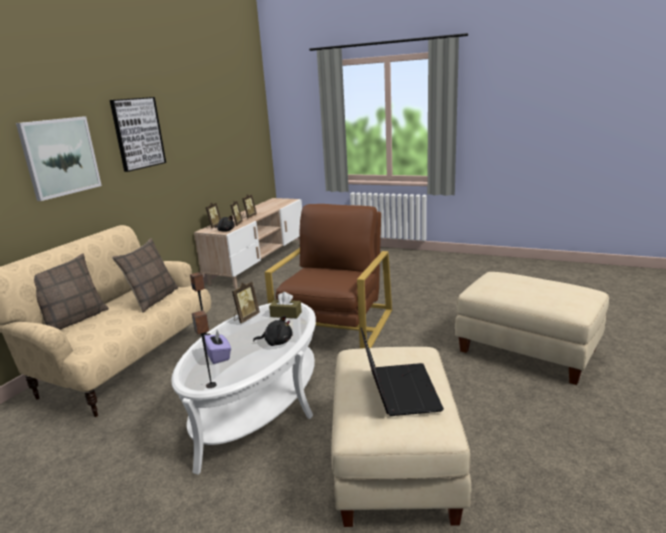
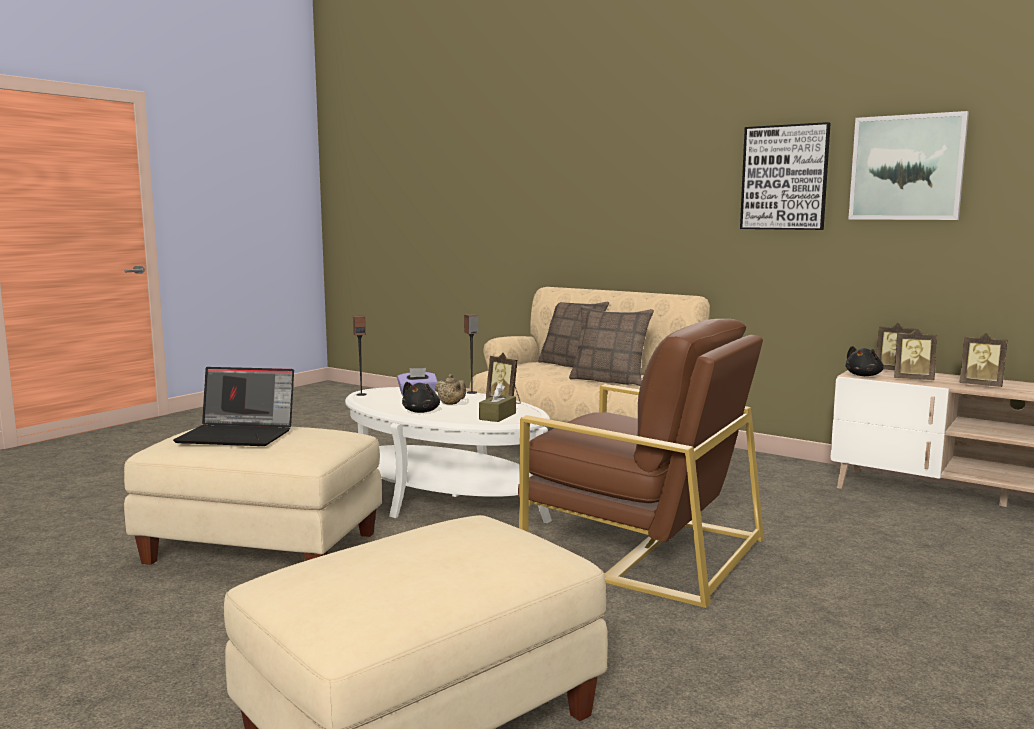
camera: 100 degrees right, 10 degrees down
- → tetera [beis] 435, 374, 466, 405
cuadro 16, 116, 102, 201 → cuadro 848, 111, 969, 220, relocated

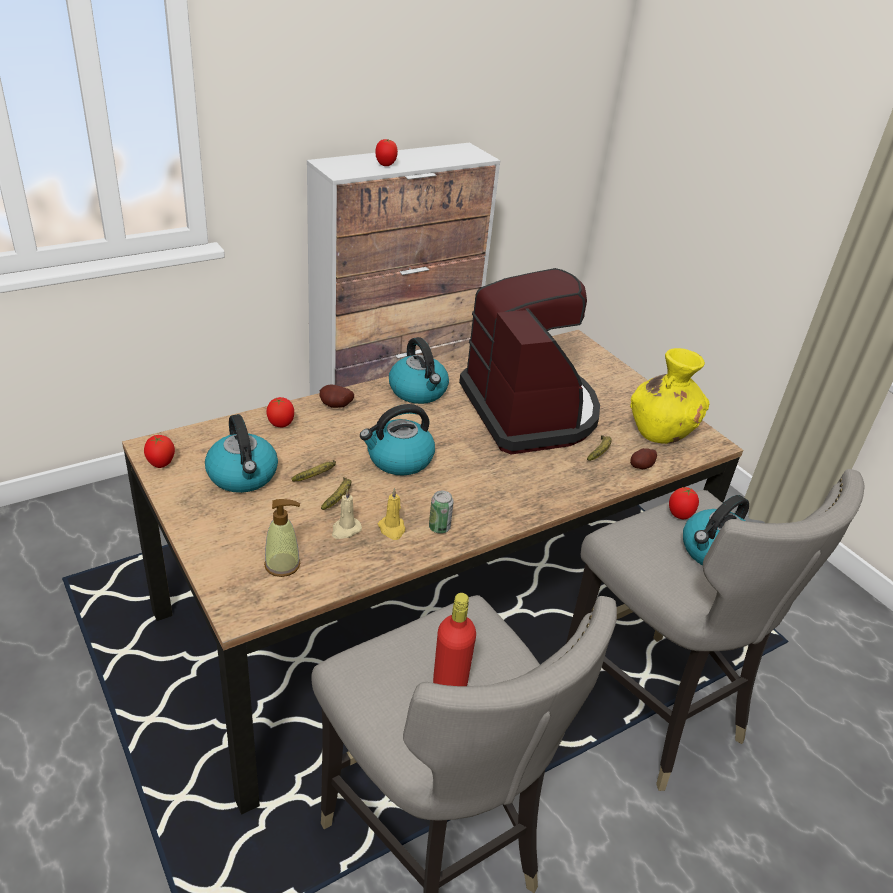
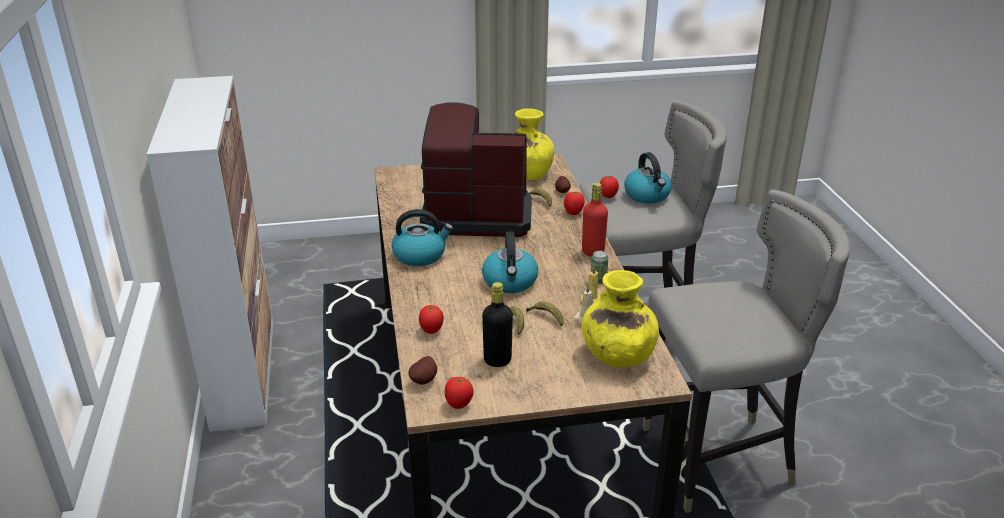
camera: 65 degrees left, 5 degrees down
patata 319, 384, 354, 408 → patata 408, 356, 437, 385, relocated
hervidor 205, 414, 278, 493 → botella [negro] 482, 282, 513, 367
tomate 375, 139, 398, 166 → tomate 564, 192, 585, 215, relocated
dispensador de jabón 264, 499, 300, 577 → florero [amarillo] 581, 270, 659, 368
botella [rojo] 433, 593, 476, 686 → botella [rojo] 582, 183, 608, 257, relocated

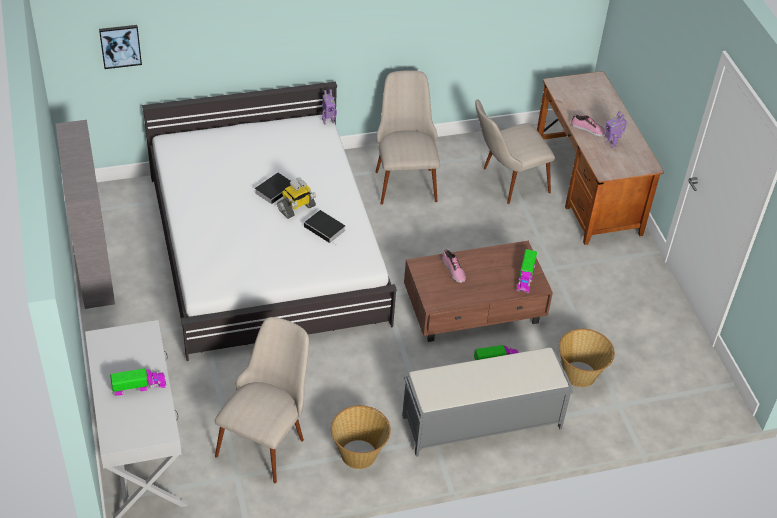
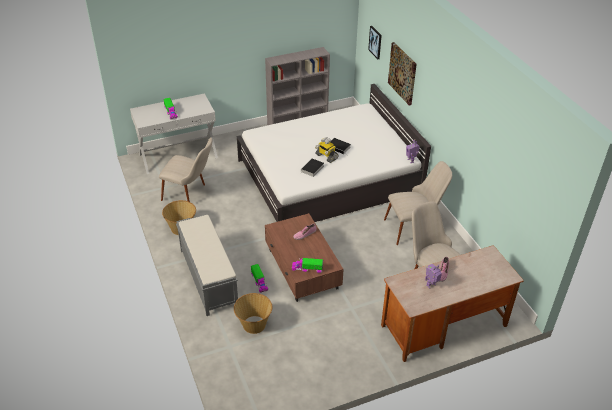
camera: 85 degrees right, 5 degrees down
- → cuadro 388, 42, 417, 105

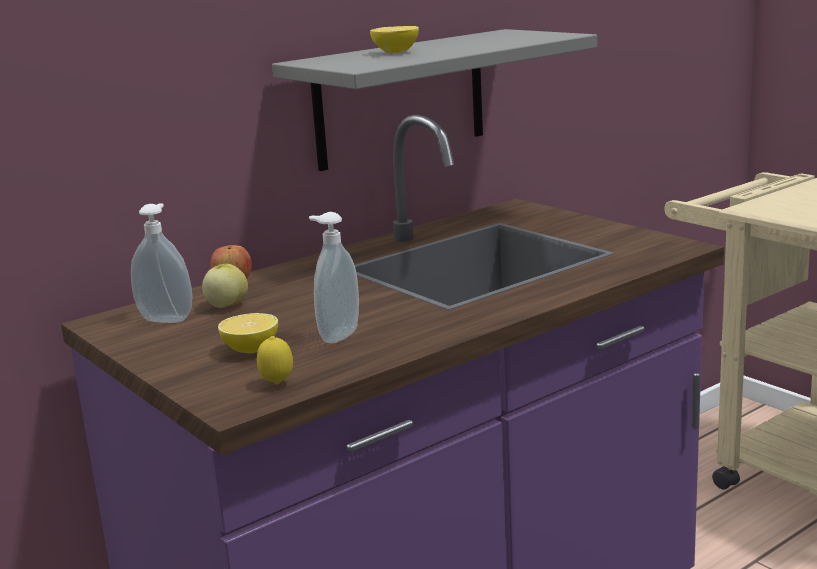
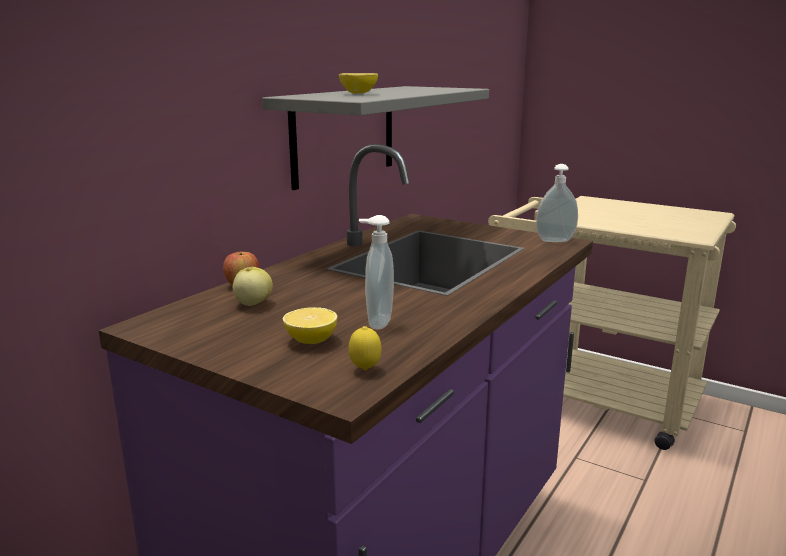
camera: 20 degrees left, 0 degrees up
dispensador de jabón 131, 204, 192, 323 → dispensador de jabón 536, 164, 578, 242, relocated

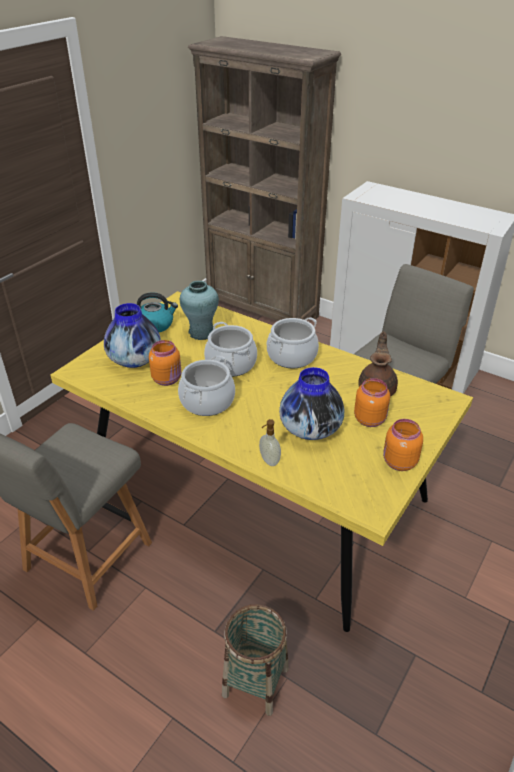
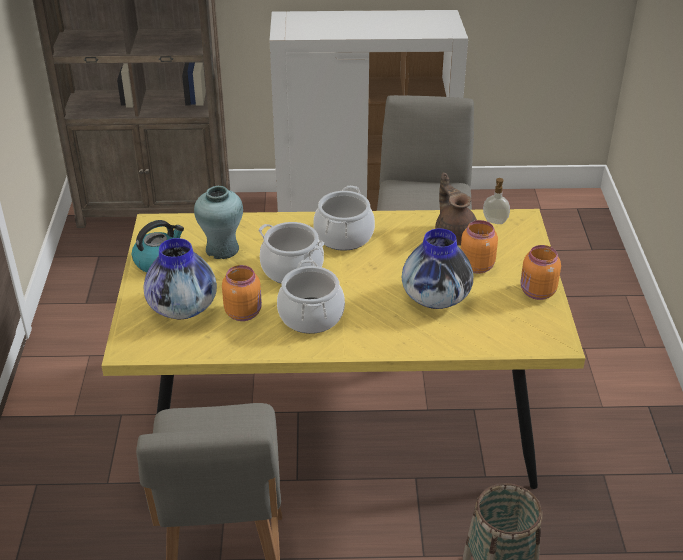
camera: 35 degrees left, 0 degrees up
dispensador de jabón 259, 419, 281, 466 → dispensador de jabón 483, 178, 510, 224, relocated

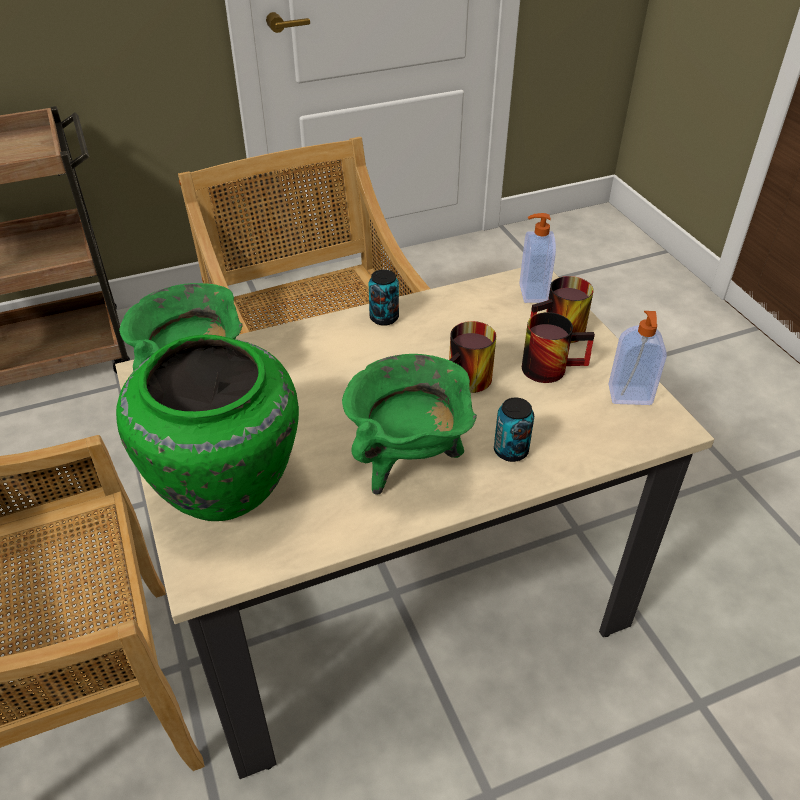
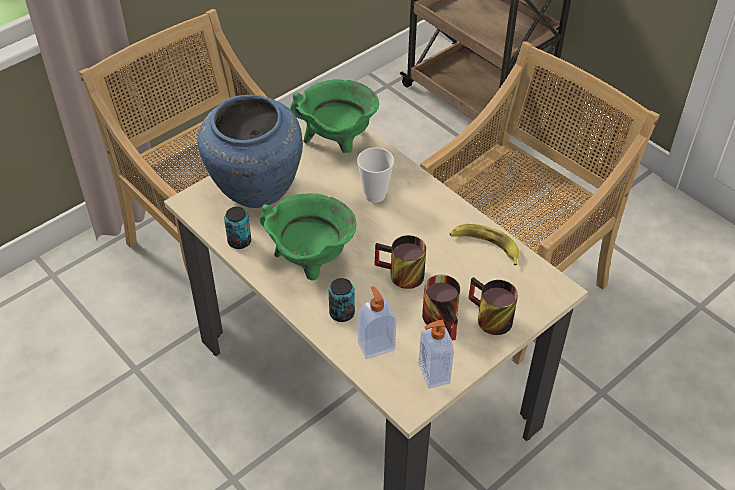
camera: 70 degrees right, 5 degrees up
florero [verde] 116, 335, 299, 521 → florero [azul] 198, 94, 303, 208
lata 369, 270, 399, 326 → lata 224, 207, 251, 249, relocated
- → taza 357, 147, 394, 203
dispensador de jabón 520, 213, 556, 303 → dispensador de jabón 358, 286, 397, 359, relocated
- → plátano 449, 224, 519, 265

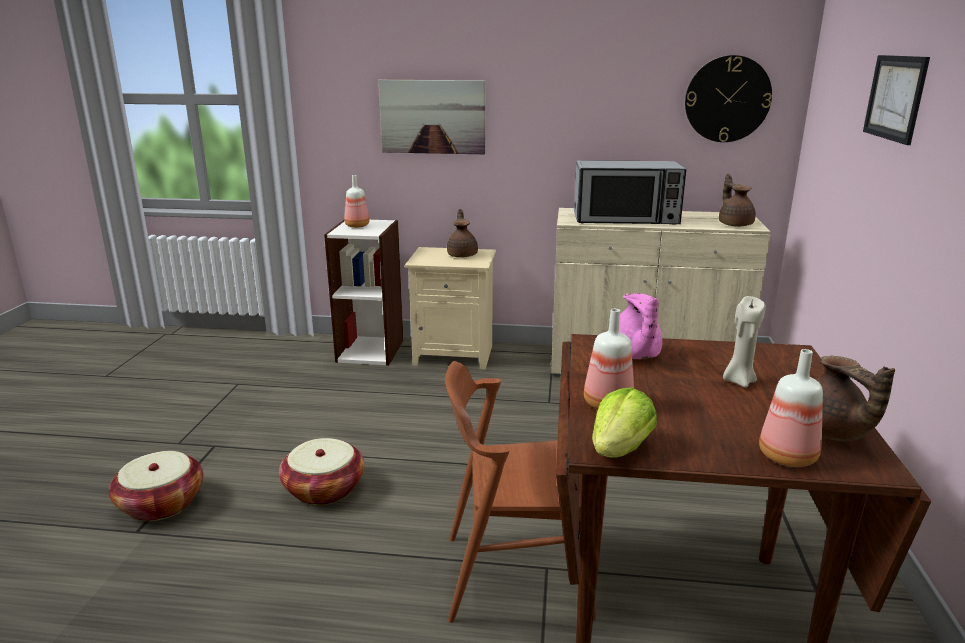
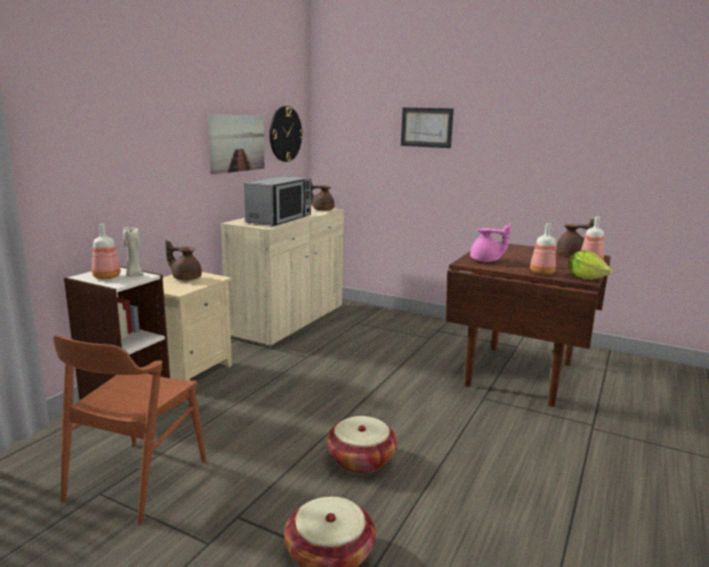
camera: 70 degrees left, 5 degrees down
silla [marrón] 445, 361, 596, 623 → silla [marrón] 53, 335, 206, 524, relocated
vela [beis] 723, 296, 766, 388 → vela [beis] 123, 227, 144, 277, relocated
cuadro 379, 80, 485, 154 → cuadro 208, 114, 264, 174, relocated

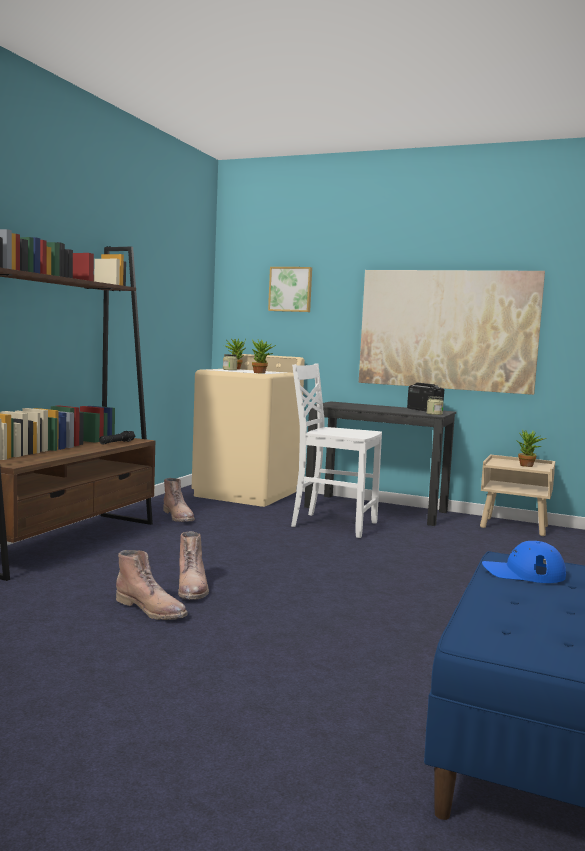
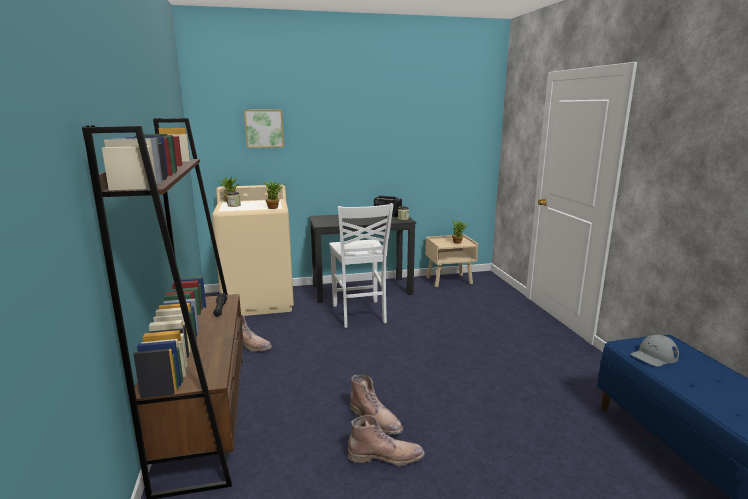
camera: 35 degrees left, 10 degrees up
silla [blanco] 291, 363, 382, 538 → silla [blanco] 329, 203, 394, 328, 90 degrees counterclockwise
gorra [azul] 482, 541, 566, 583 → gorra [gris] 631, 335, 679, 367
cuadro 359, 270, 545, 395 → -

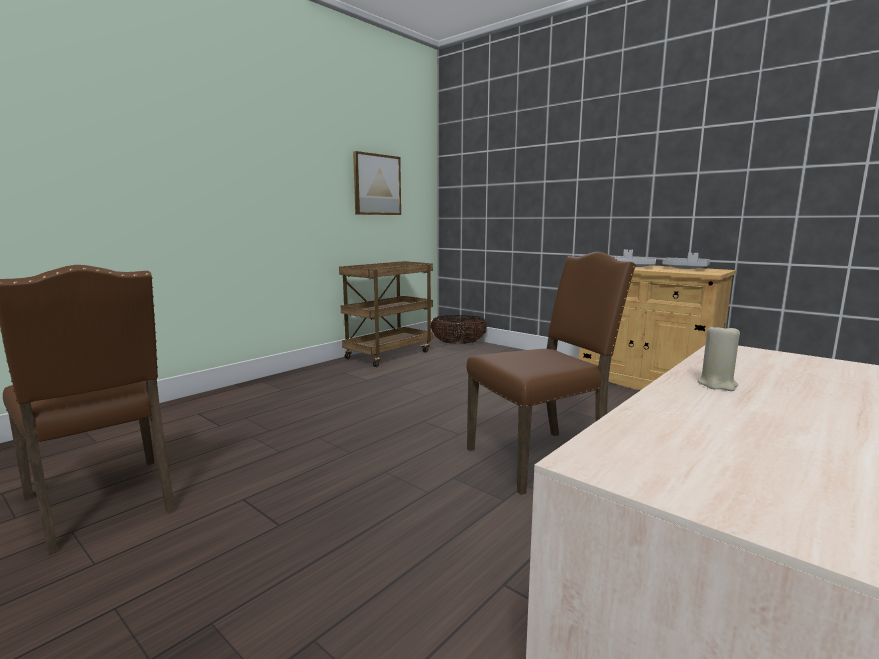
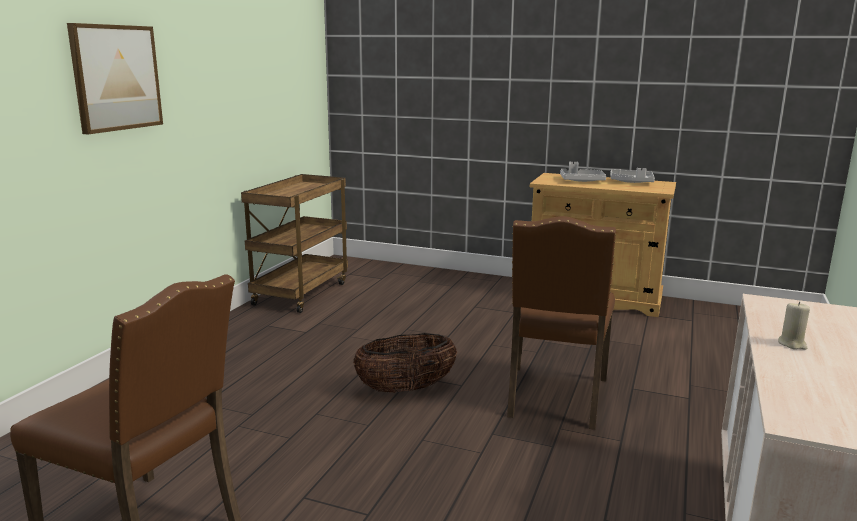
camera: 20 degrees left, 5 degrees up
cuadro 353, 151, 401, 215 → cuadro 67, 23, 163, 134, relocated
cesta 431, 315, 488, 344 → cesta 353, 333, 457, 393, relocated
silla [marrón] 466, 252, 636, 495 → silla [marrón] 507, 216, 616, 430, 150 degrees clockwise

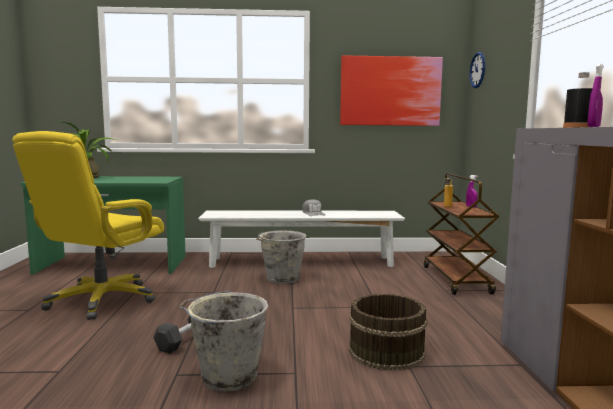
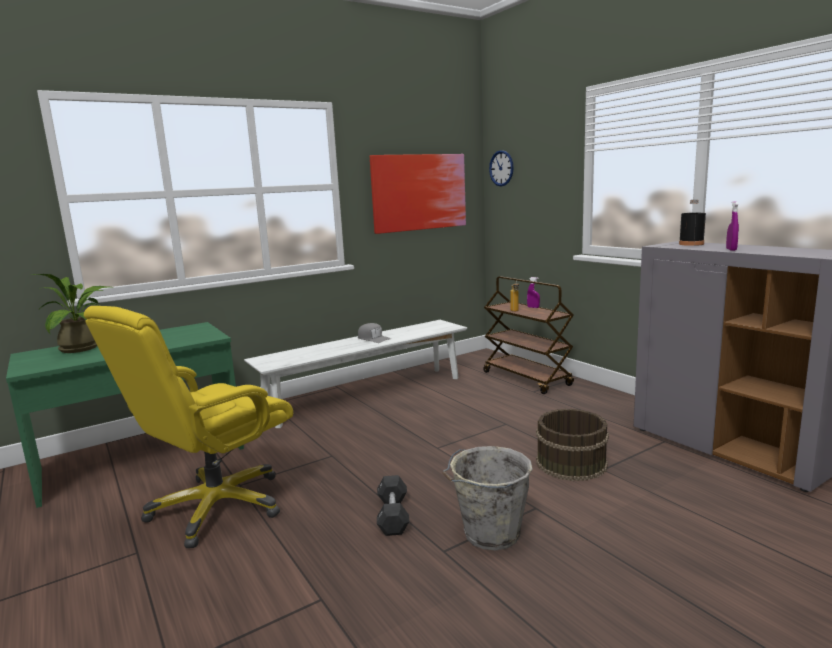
camera: 30 degrees left, 5 degrees up
silla de oficina [amarillo] 12, 131, 164, 320 → silla de oficina [amarillo] 84, 306, 293, 548, 45 degrees clockwise
cubo [gris] 256, 230, 306, 284 → -

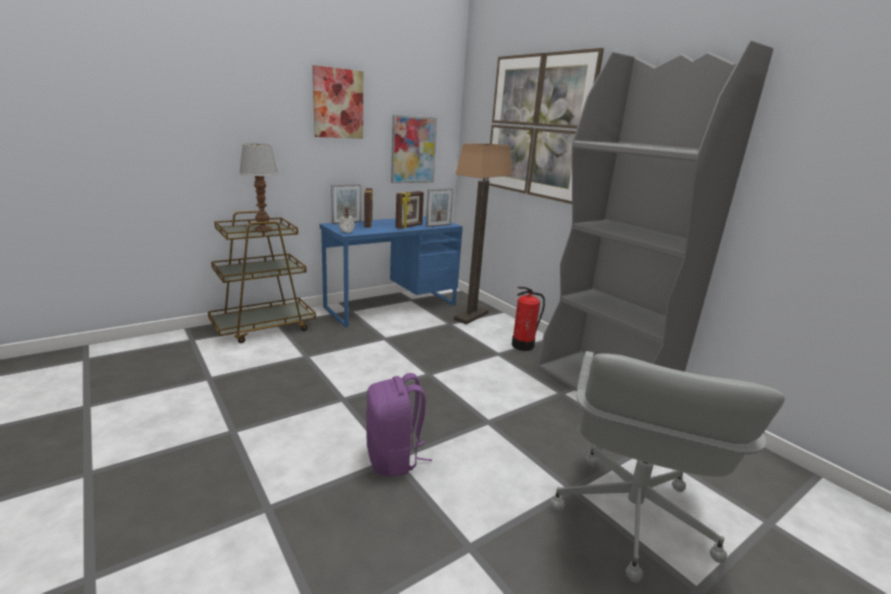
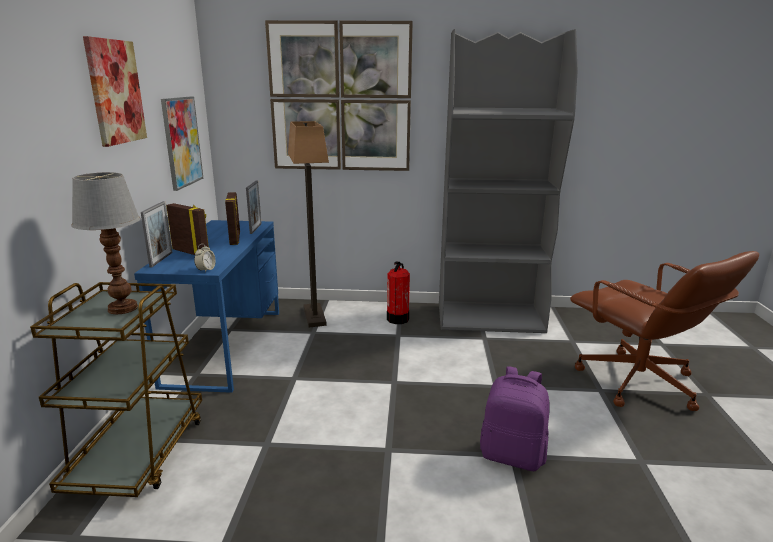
camera: 50 degrees left, 0 degrees up
silla de oficina [gris] 551, 351, 785, 583 → silla de oficina [marrón] 570, 251, 759, 411

